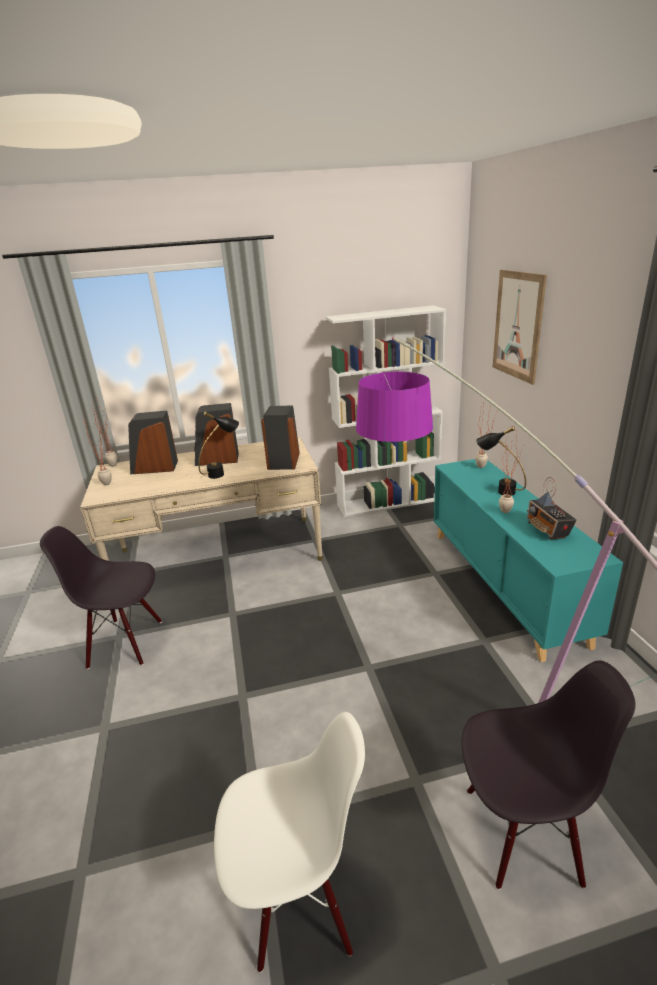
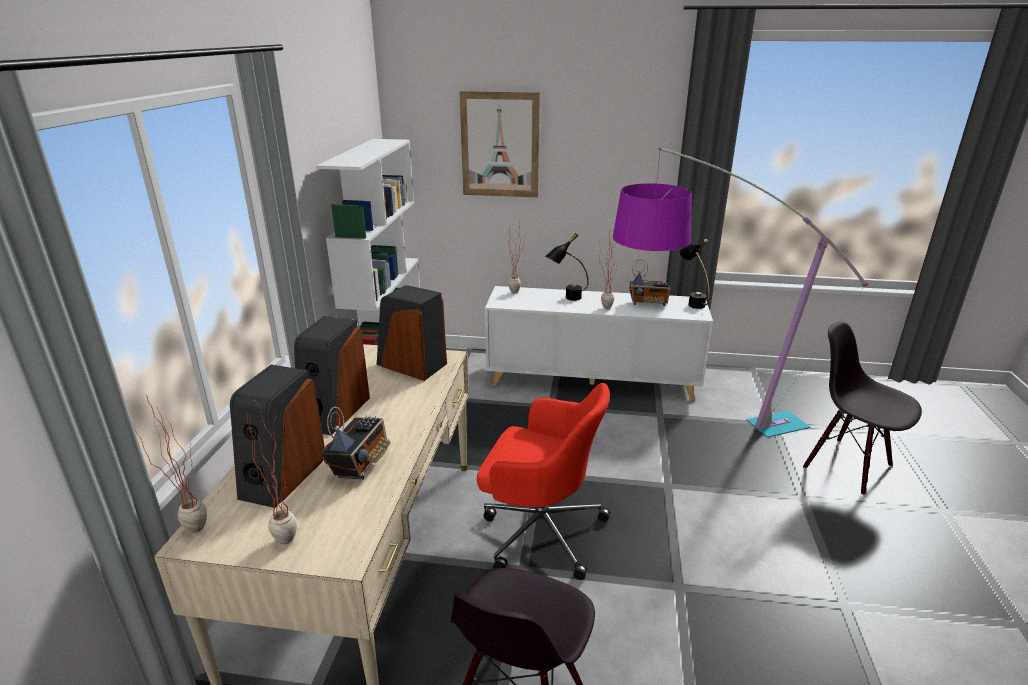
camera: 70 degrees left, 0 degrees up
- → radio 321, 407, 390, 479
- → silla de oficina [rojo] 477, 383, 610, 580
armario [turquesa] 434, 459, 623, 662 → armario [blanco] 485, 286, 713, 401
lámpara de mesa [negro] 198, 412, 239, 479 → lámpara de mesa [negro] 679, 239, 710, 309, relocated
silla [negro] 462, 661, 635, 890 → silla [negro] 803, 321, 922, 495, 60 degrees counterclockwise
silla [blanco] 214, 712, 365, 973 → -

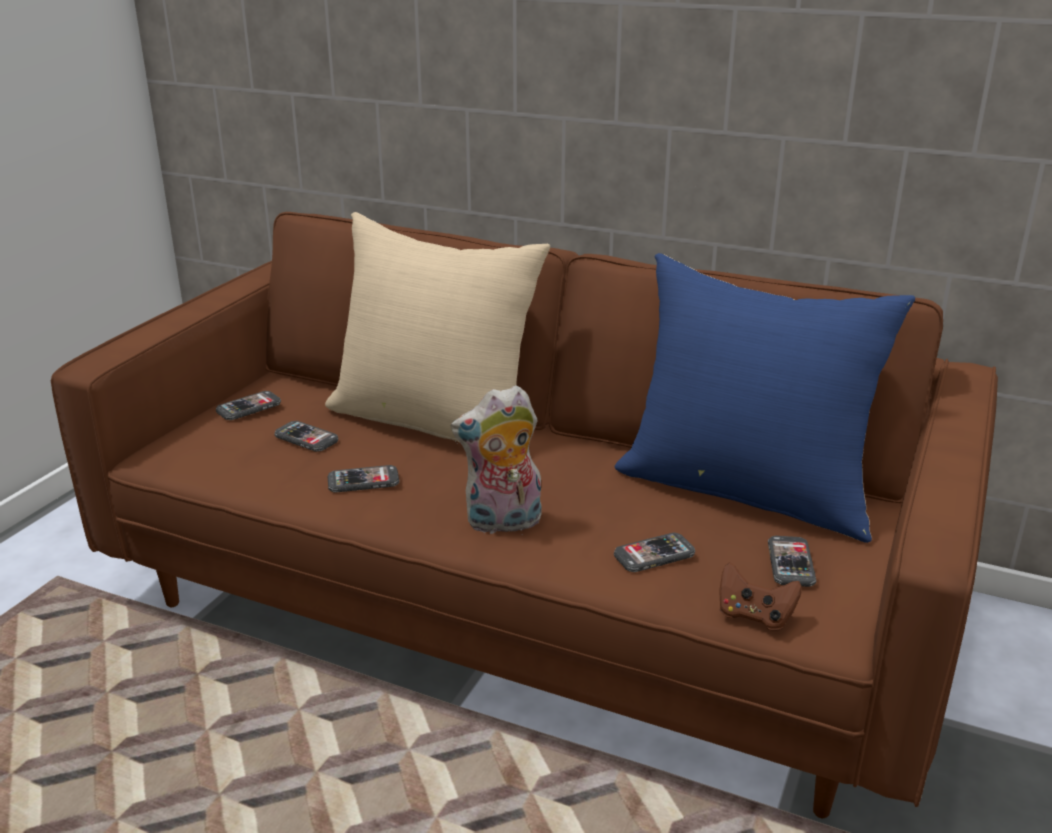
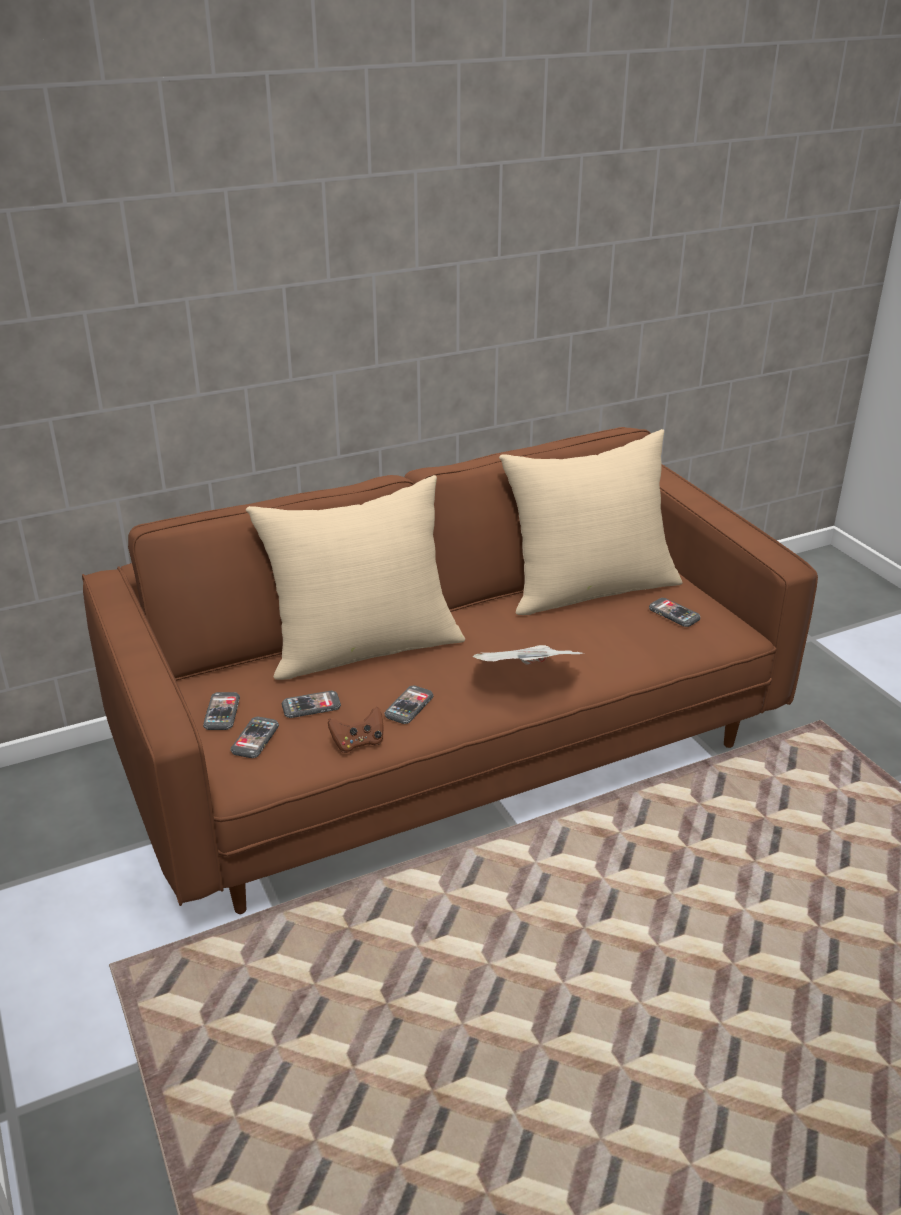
camera: 50 degrees left, 5 degrees up
móvil 614, 533, 695, 572 → móvil 230, 717, 279, 758, relocated
mando de consola [marrón] 719, 562, 802, 631 → mando de consola [marrón] 328, 707, 384, 753, relocated
peluche 451, 385, 542, 534 → periódico 473, 645, 583, 665
cojín [azul] 615, 253, 915, 543 → cojín [beis] 499, 429, 683, 615

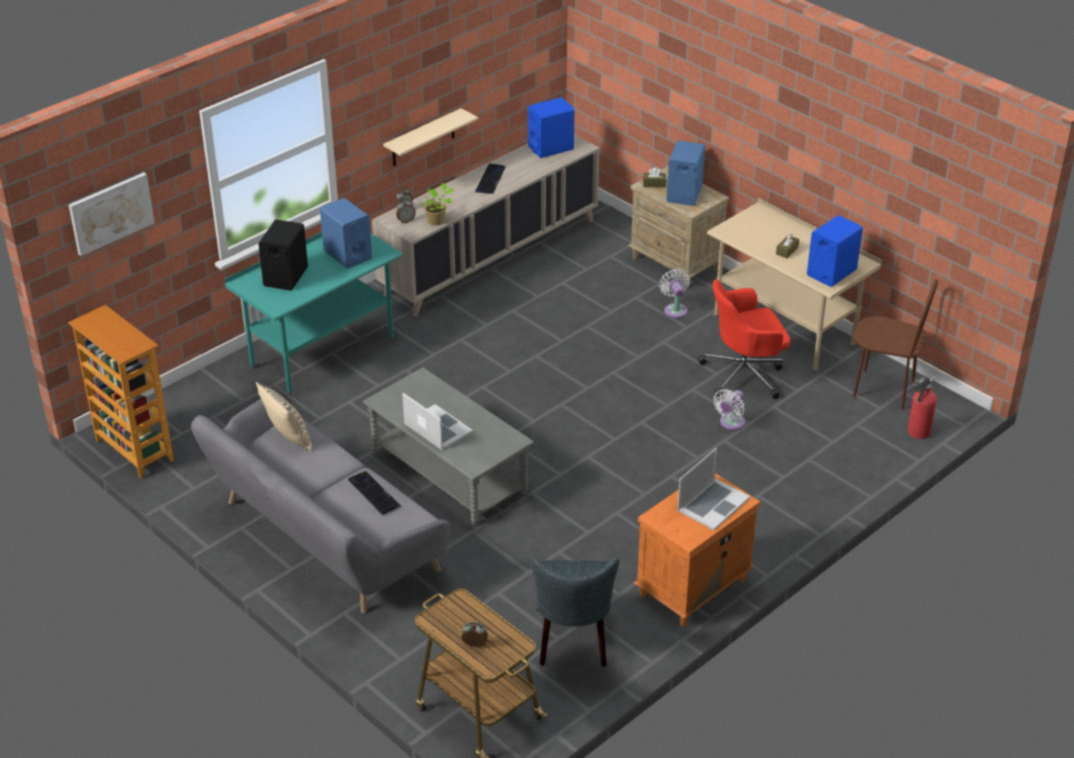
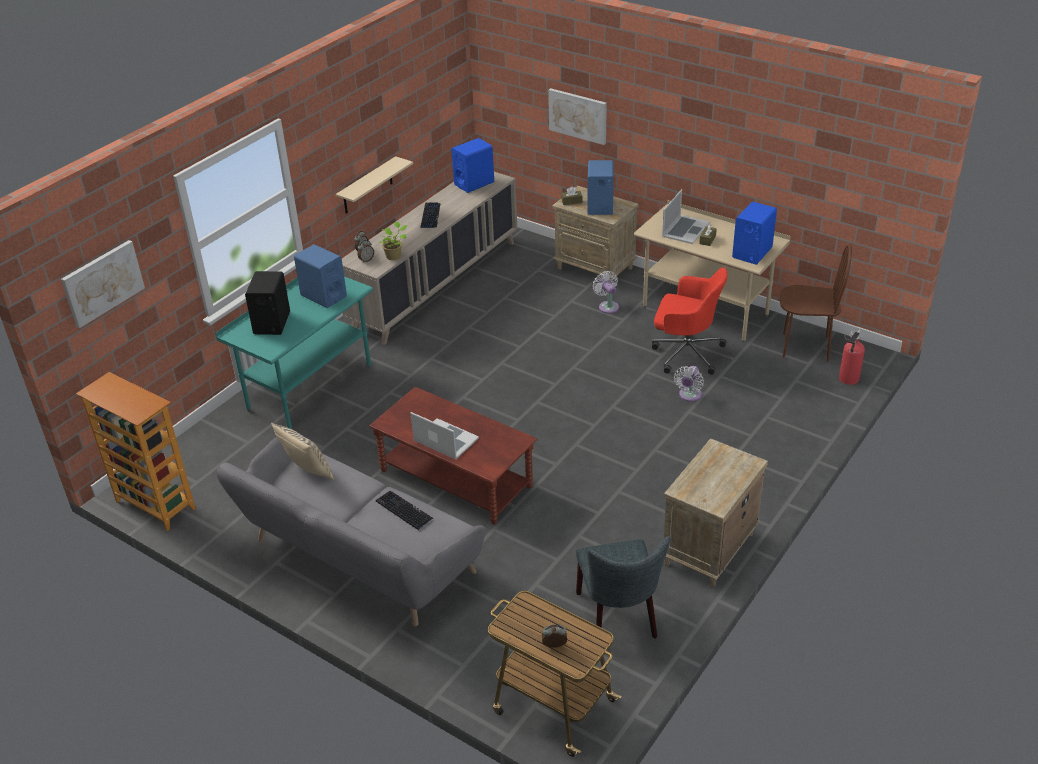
camera: 10 degrees left, 0 degrees up
mesa de centro [gris] 363, 368, 534, 526 → mesa de centro [marrón] 369, 387, 537, 525
- → cuadro 548, 88, 607, 145
silla de oficina [rojo] 698, 279, 790, 399 → silla de oficina [rojo] 652, 267, 727, 375, 135 degrees counterclockwise
portátil 677, 447, 750, 530 → portátil 662, 189, 710, 244, relocated
mesita de noche [naranja] 634, 473, 761, 627 → mesita de noche [beis] 664, 438, 768, 587

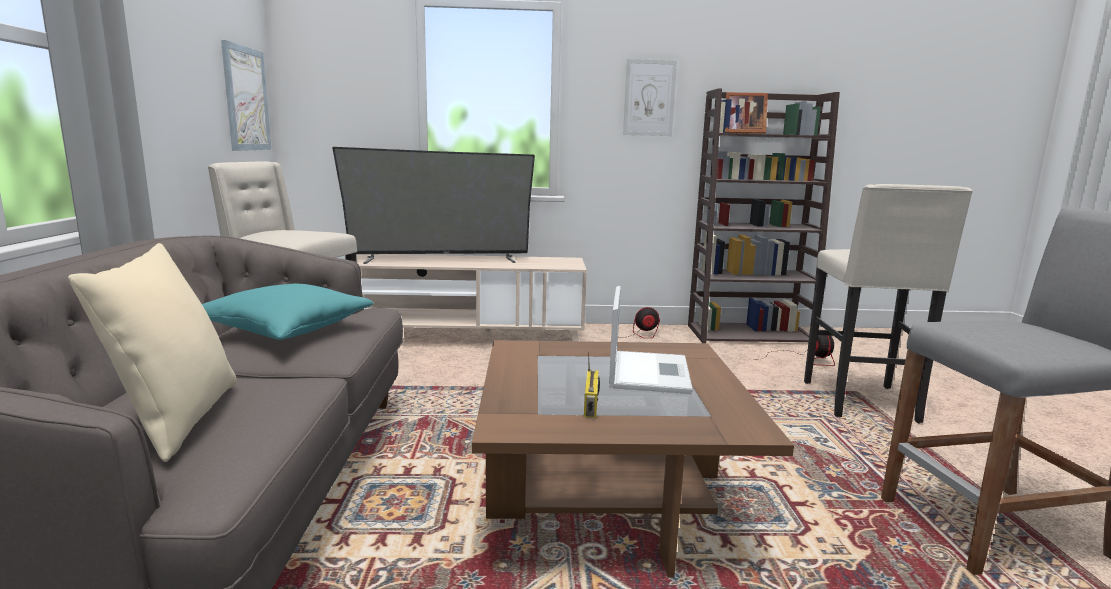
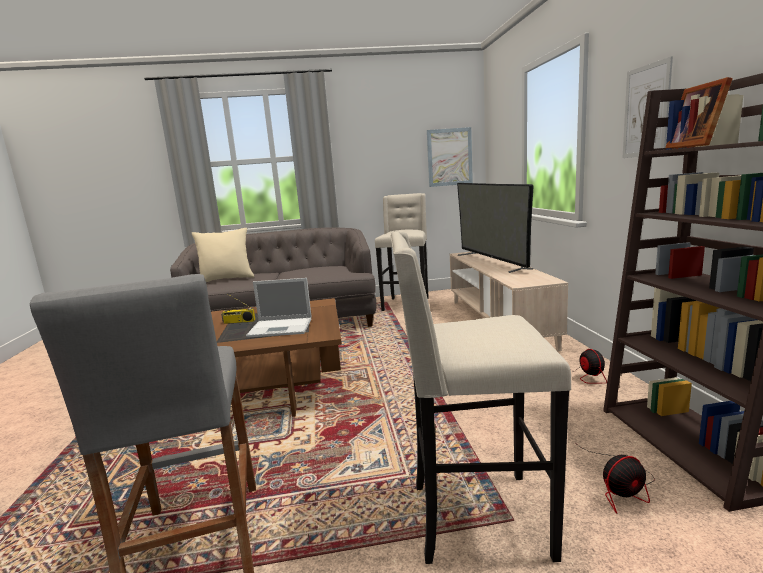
camera: 85 degrees right, 0 degrees up
cojín [turquesa] 202, 284, 374, 340 → -

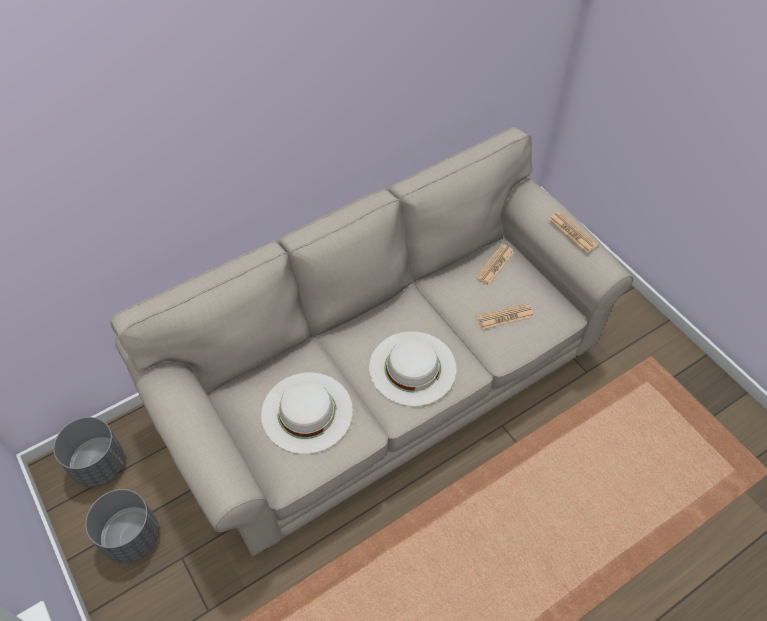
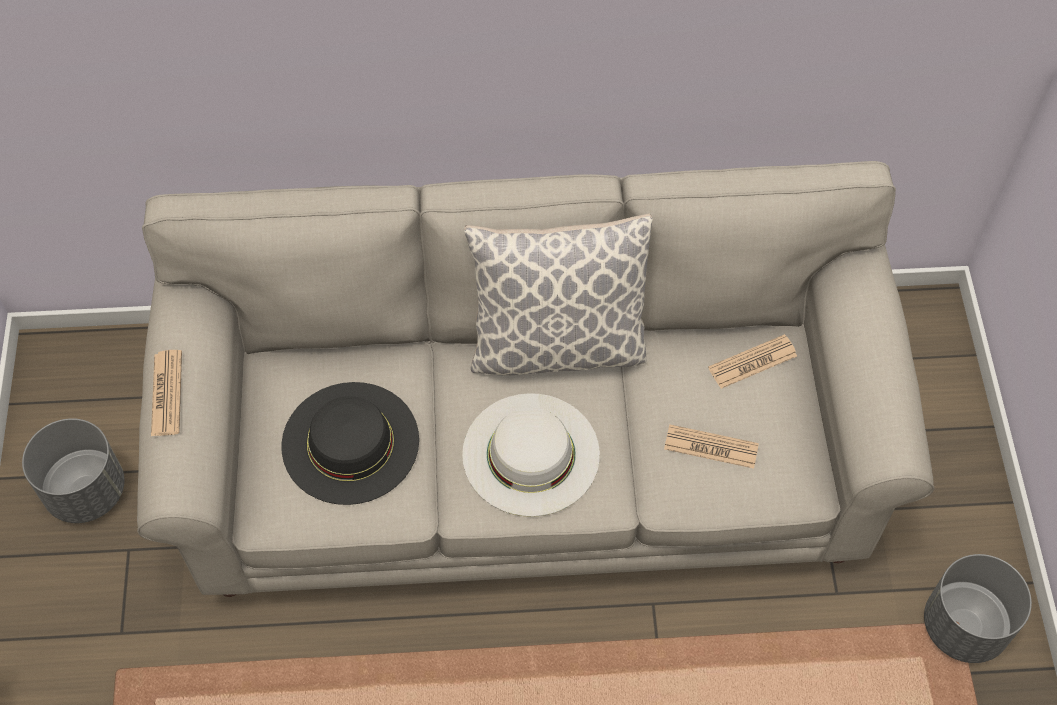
camera: 30 degrees right, 5 degrees up
periódico 548, 211, 599, 253 → periódico 151, 350, 182, 436, relocated
sombrero [blanco] 261, 373, 353, 454 → sombrero [negro] 281, 382, 419, 505
- → cojín 464, 214, 652, 376
maceta [gris] 53, 417, 124, 487 → maceta [gris] 924, 554, 1032, 663, relocated

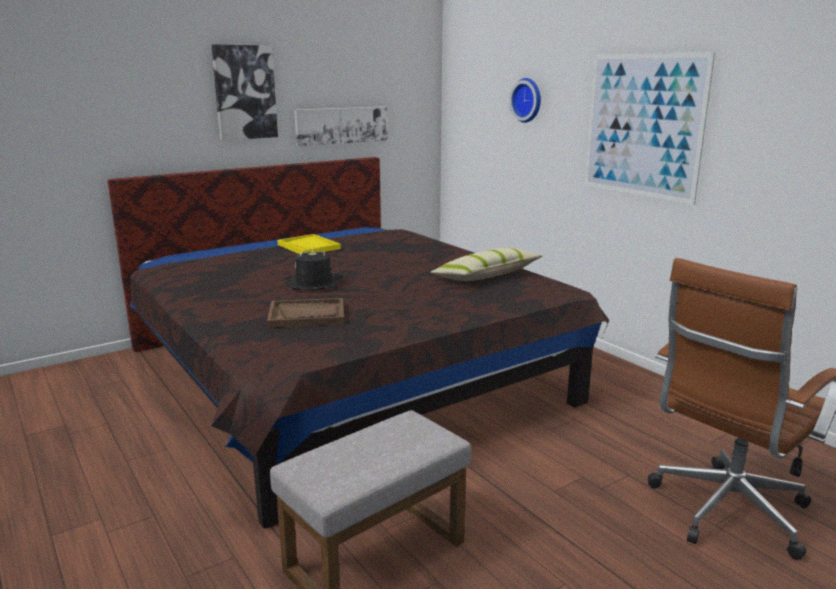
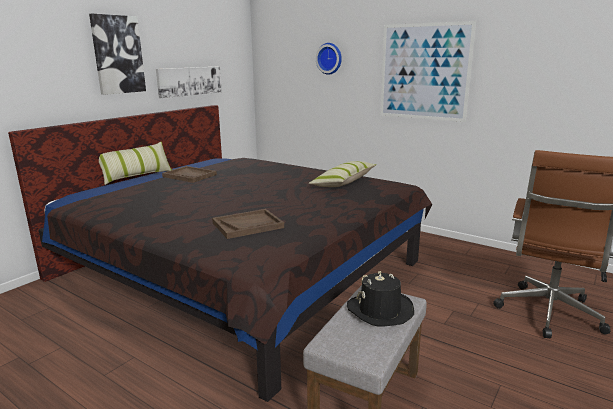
camera: 20 degrees left, 0 degrees up
- → cojín 99, 142, 172, 185
bandeja [amarillo] 278, 234, 341, 254 → bandeja [marrón] 162, 166, 217, 183
sombrero [negro] 285, 248, 343, 291 → sombrero [negro] 347, 271, 414, 327, relocated

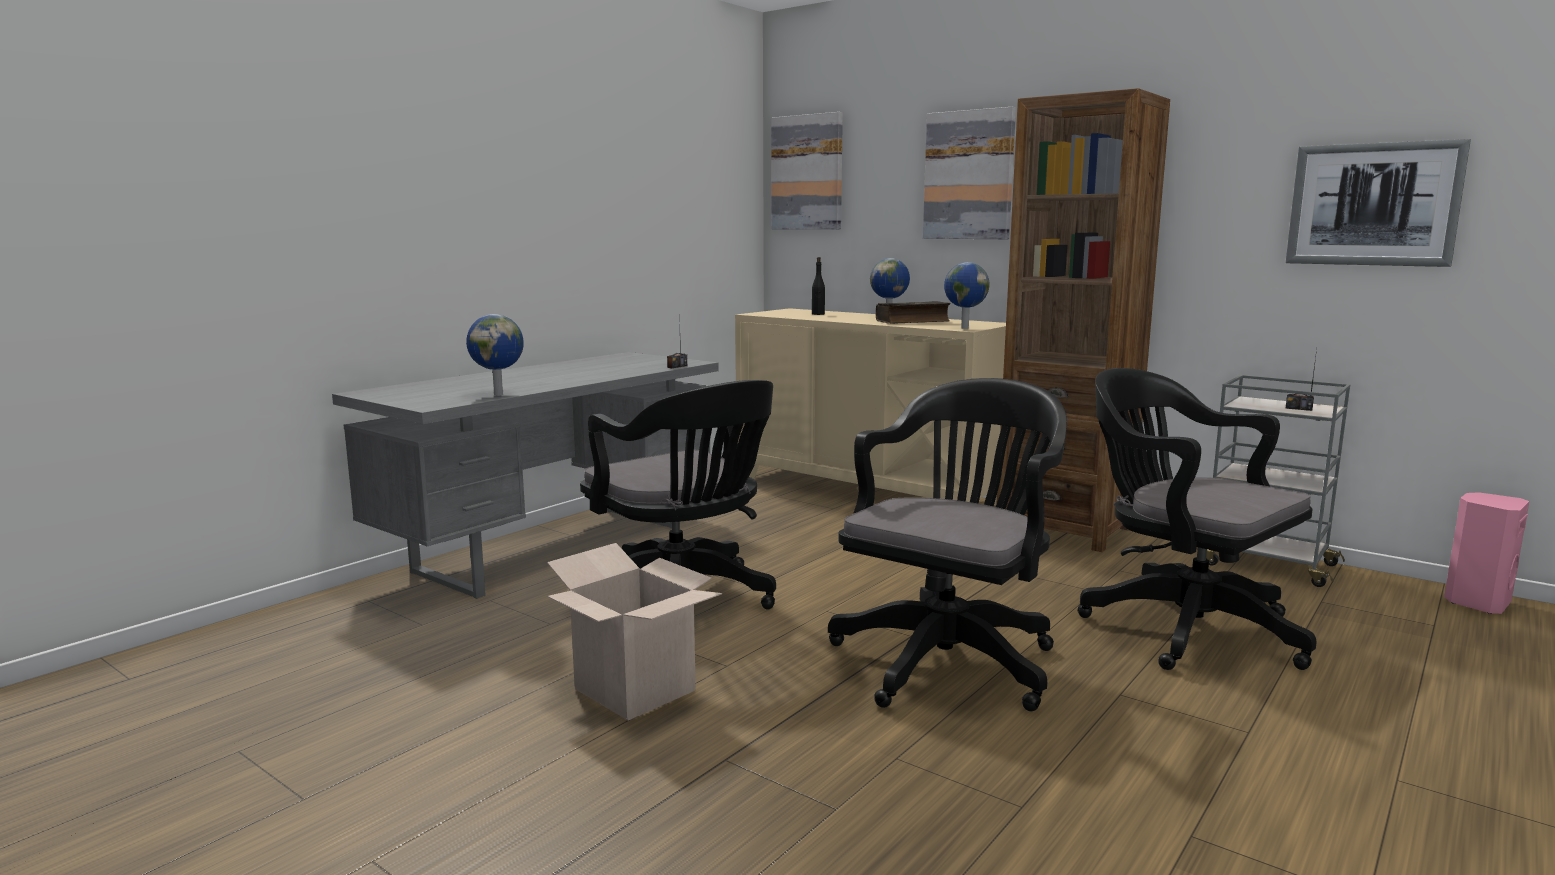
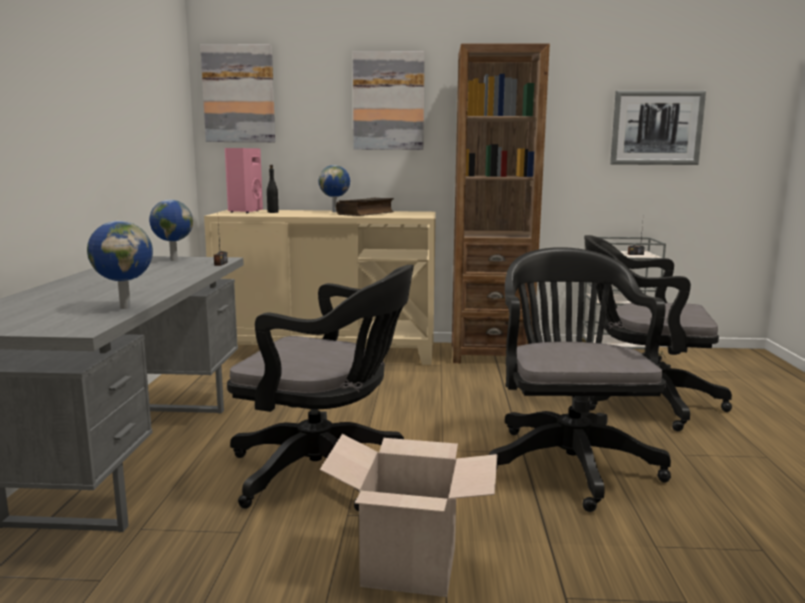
camera: 35 degrees left, 0 degrees up
globo terráqueo 944, 262, 989, 329 → globo terráqueo 149, 200, 193, 261, relocated
altavoz [rosa] 1444, 492, 1529, 614 → altavoz [rosa] 225, 148, 263, 213, relocated

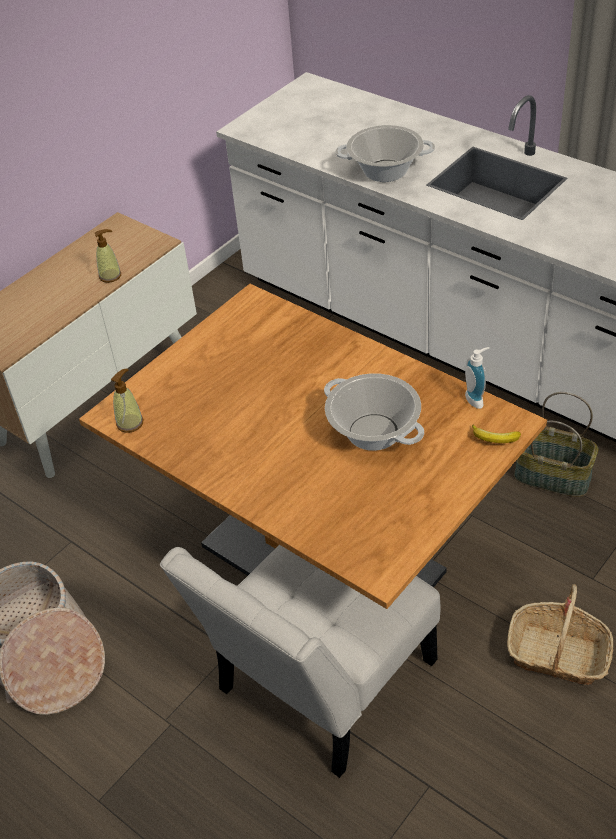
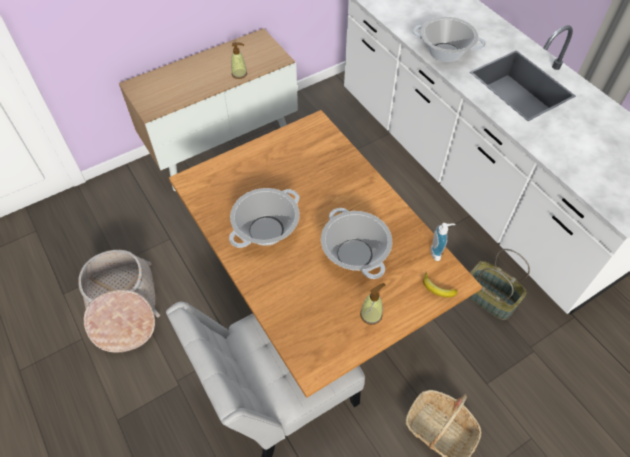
camera: 15 degrees right, 10 degrees up
- → olla 229, 188, 300, 248
dispensador de jabón 111, 368, 144, 433 → dispensador de jabón 360, 283, 386, 325, relocated

